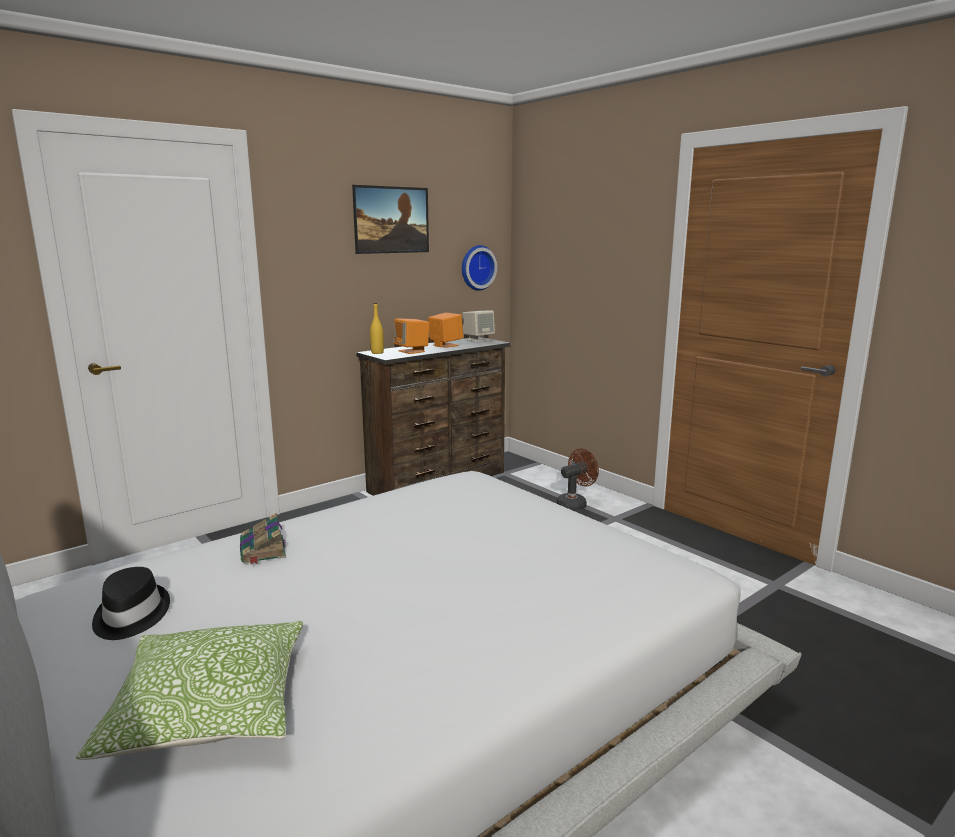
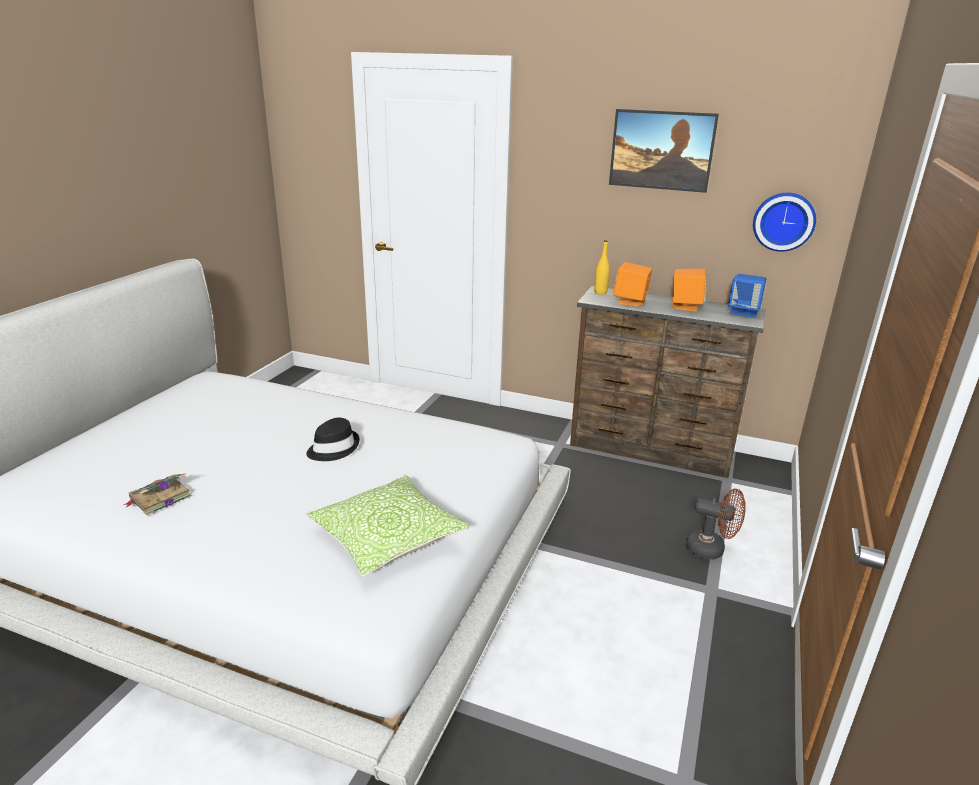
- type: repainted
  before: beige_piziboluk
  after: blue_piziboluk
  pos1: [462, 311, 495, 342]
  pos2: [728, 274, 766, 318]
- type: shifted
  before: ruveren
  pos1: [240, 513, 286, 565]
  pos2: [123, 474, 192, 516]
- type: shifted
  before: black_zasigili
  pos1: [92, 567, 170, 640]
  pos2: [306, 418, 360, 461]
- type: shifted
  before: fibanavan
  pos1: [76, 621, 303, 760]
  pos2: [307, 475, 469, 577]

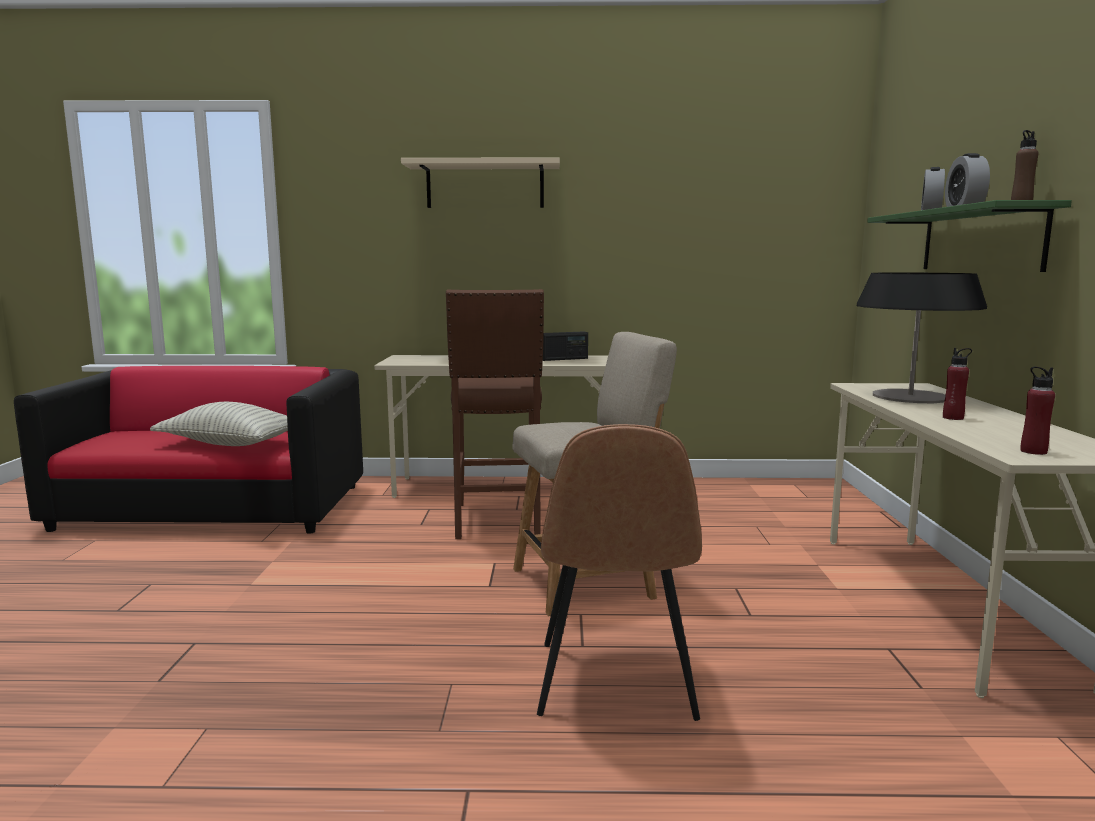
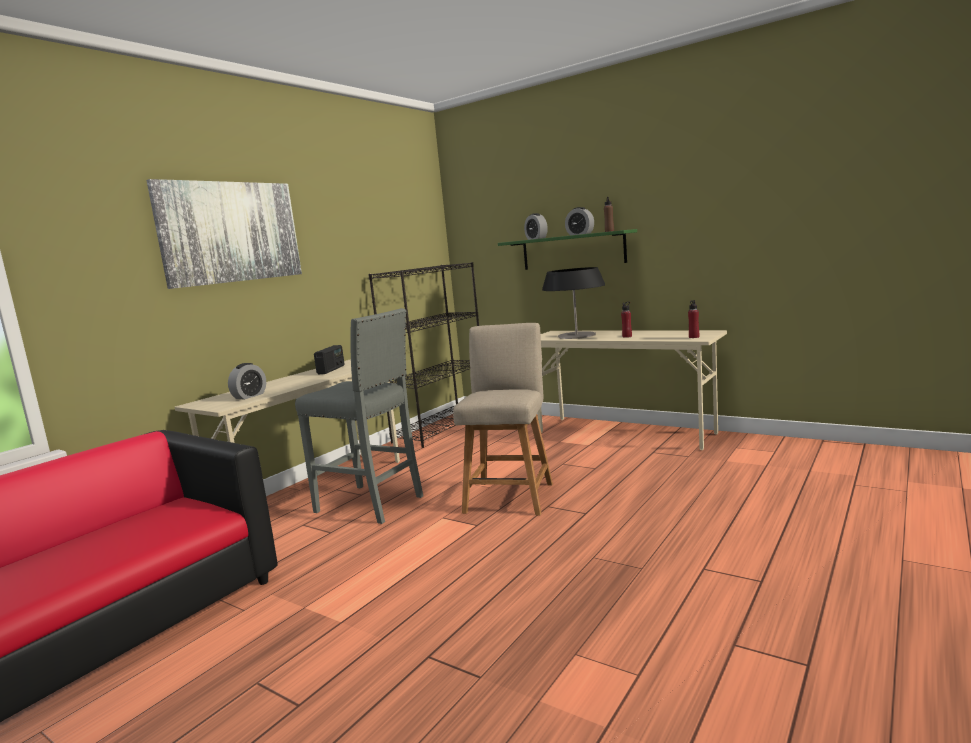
- type: swapped
  before: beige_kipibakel
  after: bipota
  pos1: [401, 157, 560, 208]
  pos2: [146, 179, 302, 289]
- type: repainted
  before: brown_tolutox
  after: grey_tolutox
  pos1: [446, 289, 544, 539]
  pos2: [295, 308, 423, 524]
- type: gone
  before: fibanavan
  pos1: [150, 402, 288, 446]
- type: gone
  before: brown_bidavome
  pos1: [537, 424, 702, 721]
- type: new
  after: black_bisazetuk
  pos2: [368, 262, 479, 448]
- type: new
  after: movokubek
  pos2: [228, 363, 266, 399]

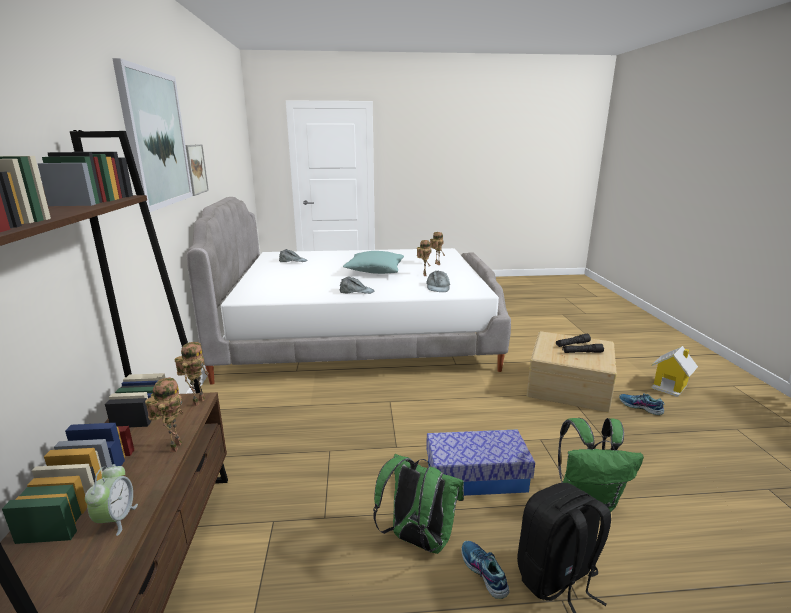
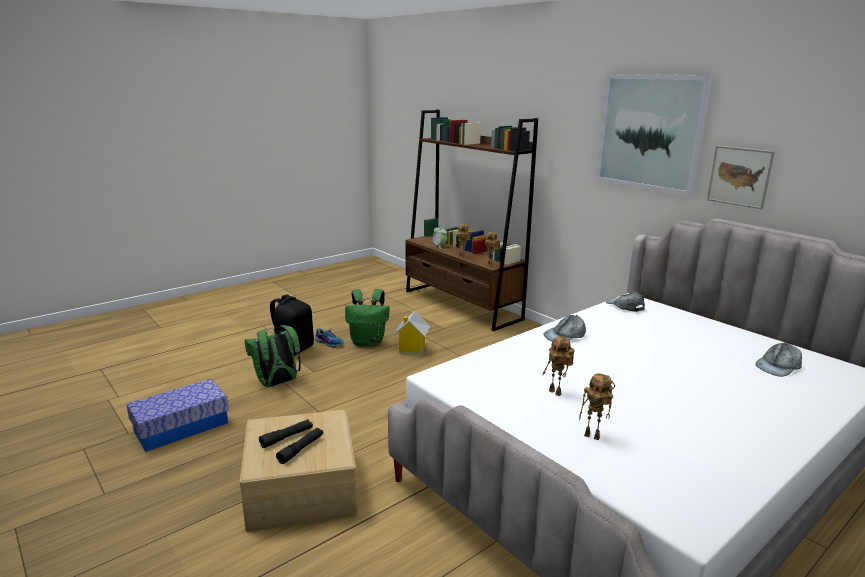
- type: gone
  before: turquoise_fibanavan
  pos1: [343, 251, 404, 274]
- type: shifted
  before: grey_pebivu
  pos1: [426, 271, 450, 292]
  pos2: [606, 292, 645, 312]
- type: shifted
  before: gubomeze
  pos1: [651, 346, 698, 397]
  pos2: [394, 311, 430, 355]
- type: gone
  before: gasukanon
  pos1: [619, 393, 665, 415]
- type: shifted
  before: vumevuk
  pos1: [426, 429, 535, 496]
  pos2: [126, 379, 229, 452]

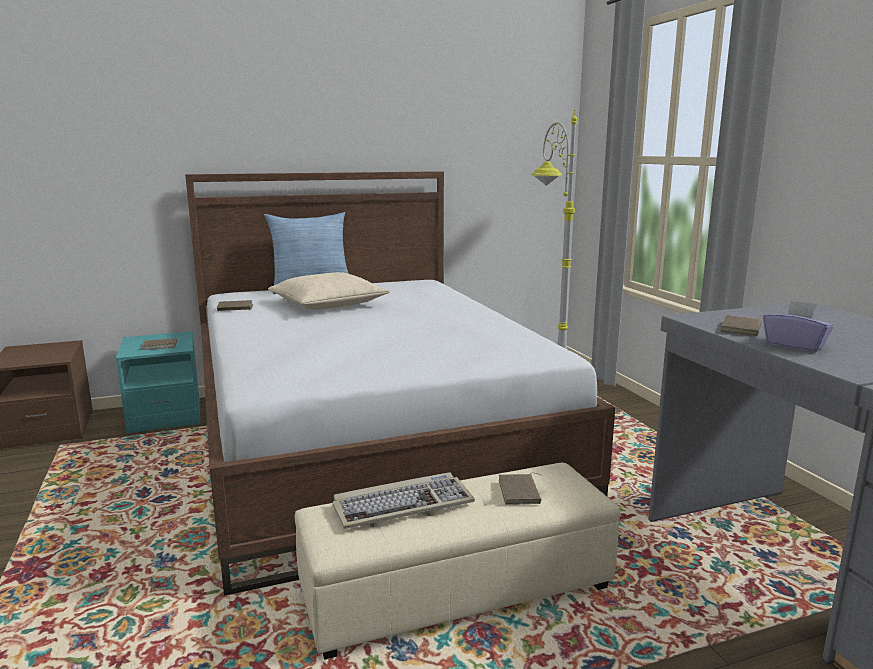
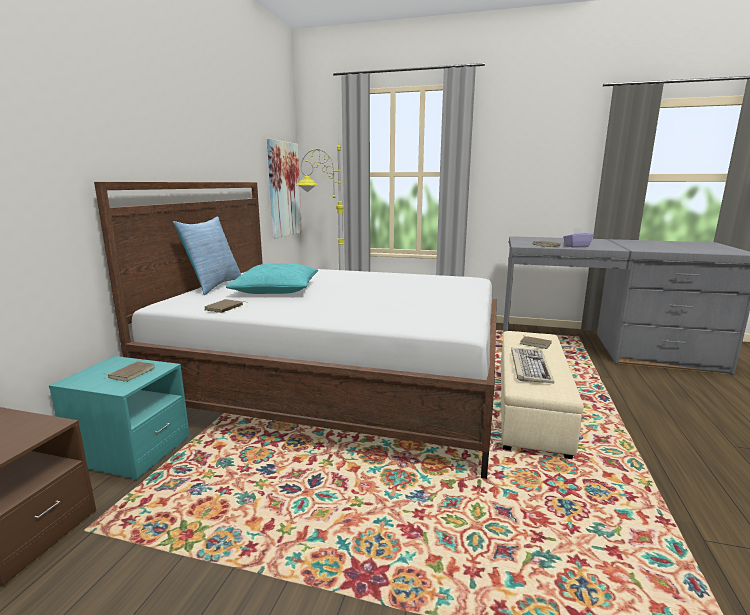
- type: repainted
  before: beige_fibanavan
  after: turquoise_fibanavan
  pos1: [268, 272, 390, 310]
  pos2: [226, 263, 318, 294]
- type: new
  after: bipota
  pos2: [267, 139, 302, 239]

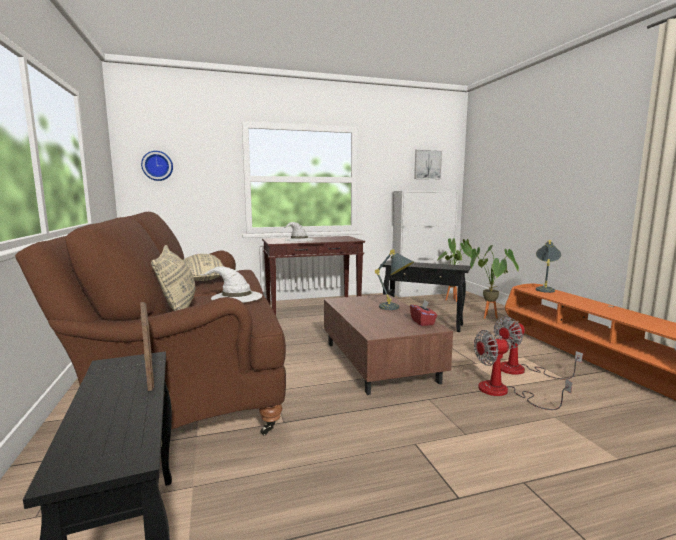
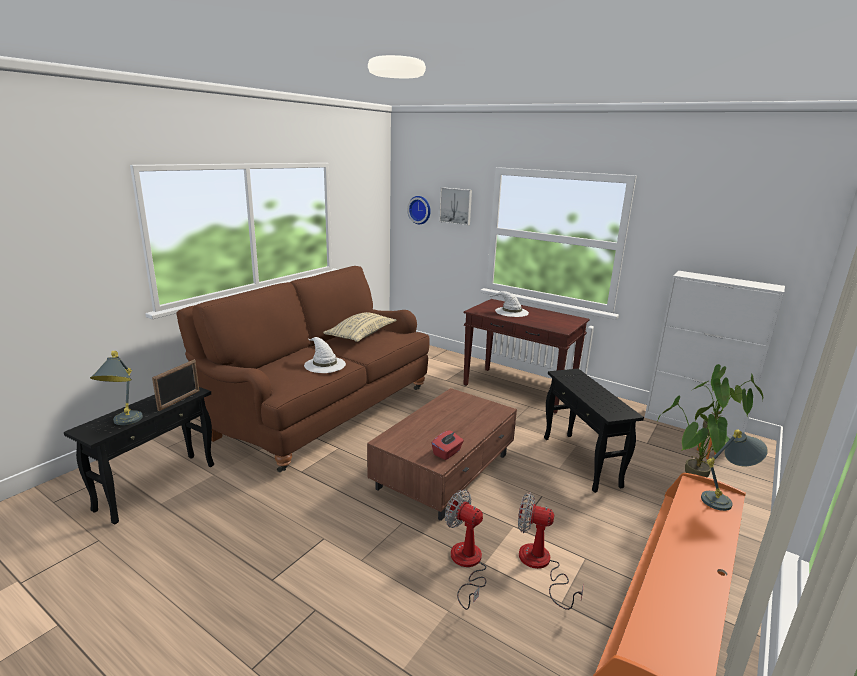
- type: shifted
  before: bipota
  pos1: [414, 150, 442, 179]
  pos2: [439, 187, 472, 226]
- type: gone
  before: beige_fibanavan
  pos1: [151, 245, 195, 311]
- type: shifted
  before: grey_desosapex
  pos1: [375, 249, 415, 310]
  pos2: [90, 351, 143, 425]

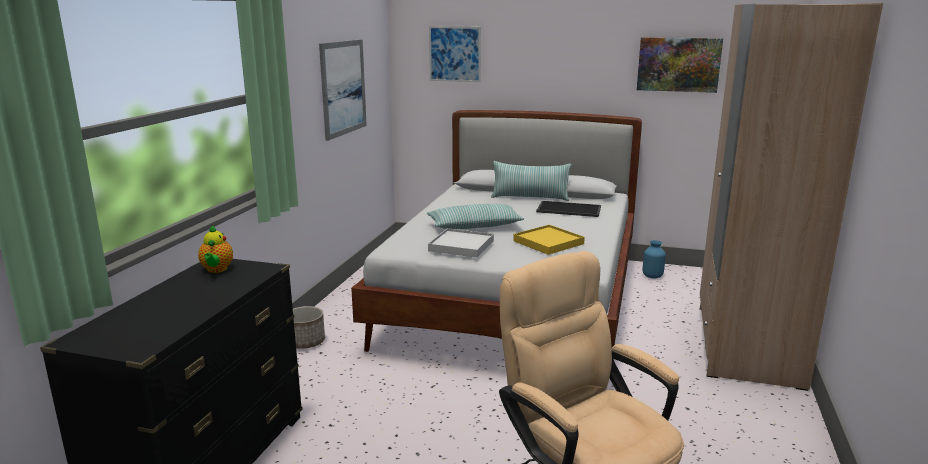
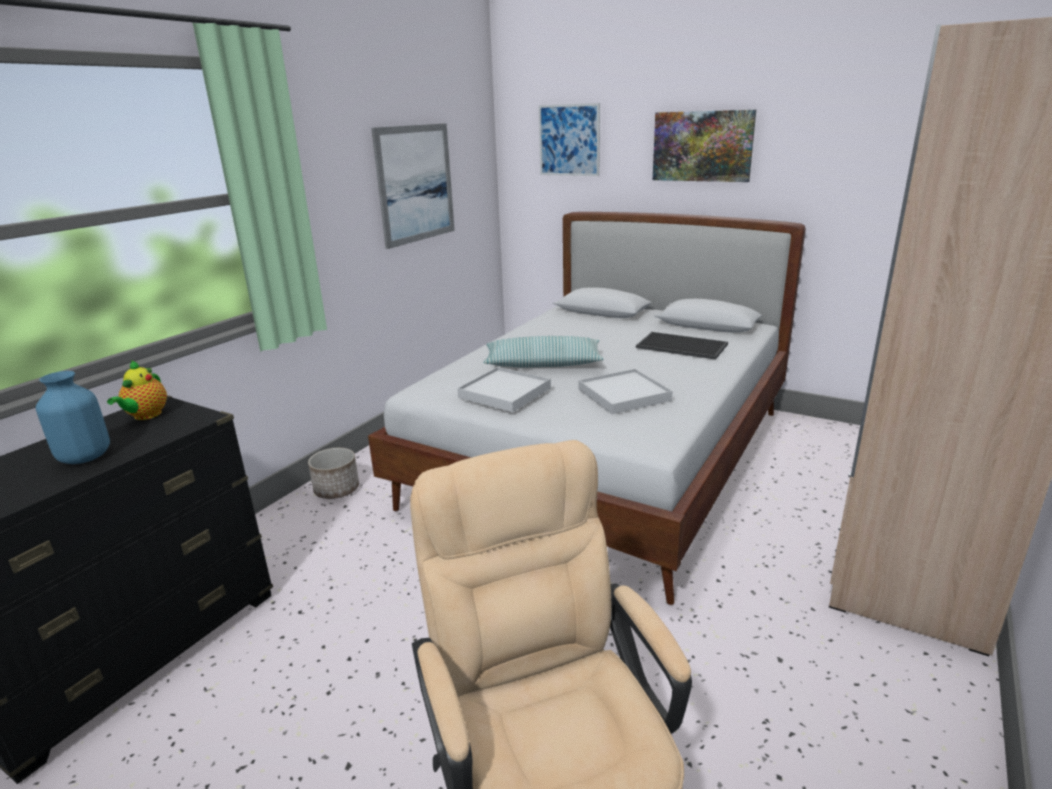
- type: shifted
  before: bipota
  pos1: [637, 37, 723, 93]
  pos2: [653, 110, 756, 182]
- type: gone
  before: fibanavan
  pos1: [491, 161, 572, 201]
- type: repainted
  before: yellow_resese
  after: white_resese
  pos1: [513, 225, 585, 255]
  pos2: [579, 369, 672, 414]
- type: shifted
  before: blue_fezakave
  pos1: [643, 240, 666, 278]
  pos2: [36, 371, 110, 464]

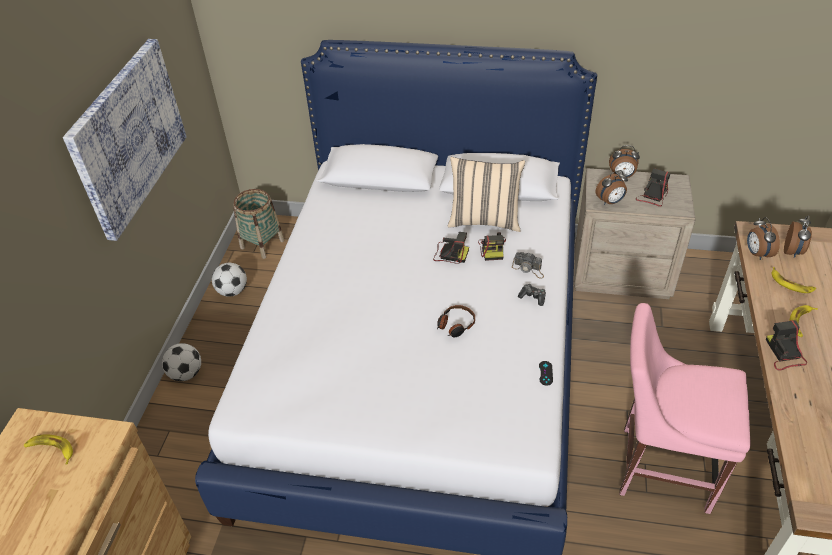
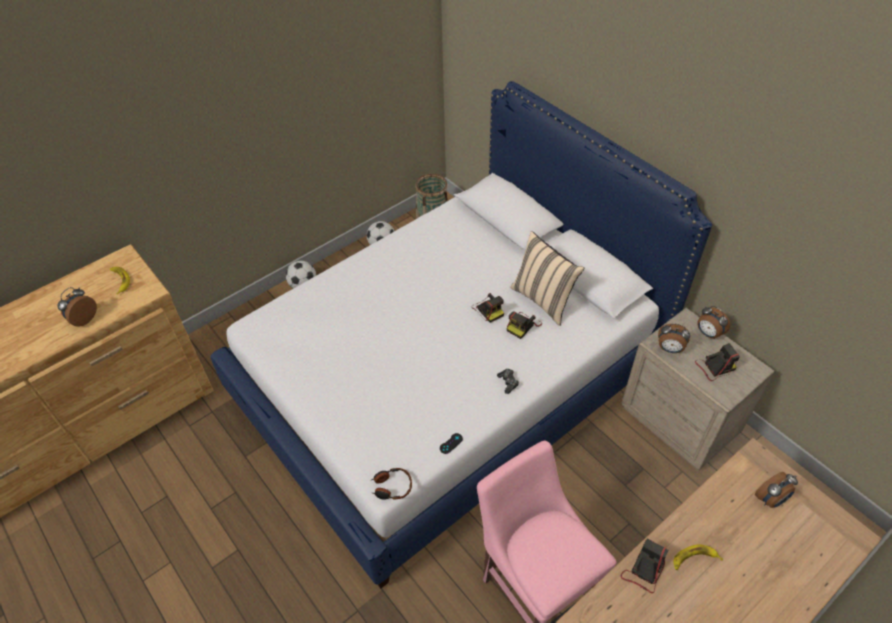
- type: gone
  before: bipota
  pos1: [63, 39, 187, 241]
- type: shifted
  before: movokubek
  pos1: [747, 217, 780, 260]
  pos2: [57, 287, 97, 327]
- type: gone
  before: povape
  pos1: [512, 252, 544, 278]
- type: gone
  before: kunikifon
  pos1: [772, 267, 816, 293]
- type: shifted
  before: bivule
  pos1: [437, 305, 475, 337]
  pos2: [370, 468, 412, 500]

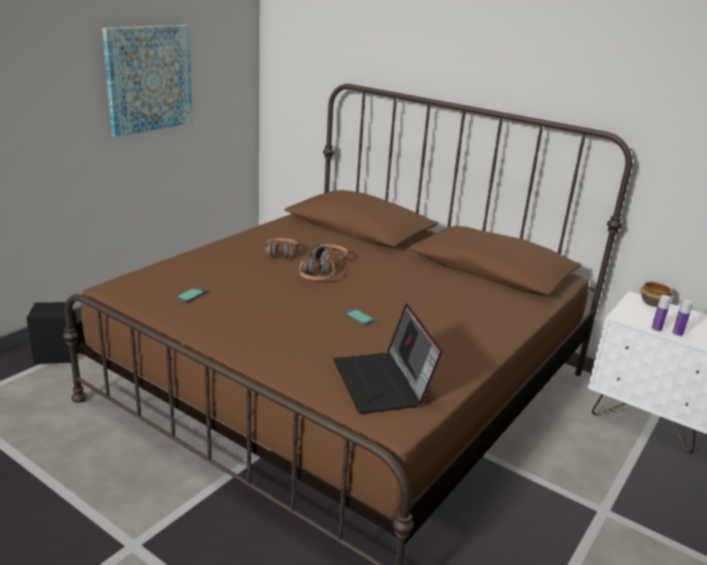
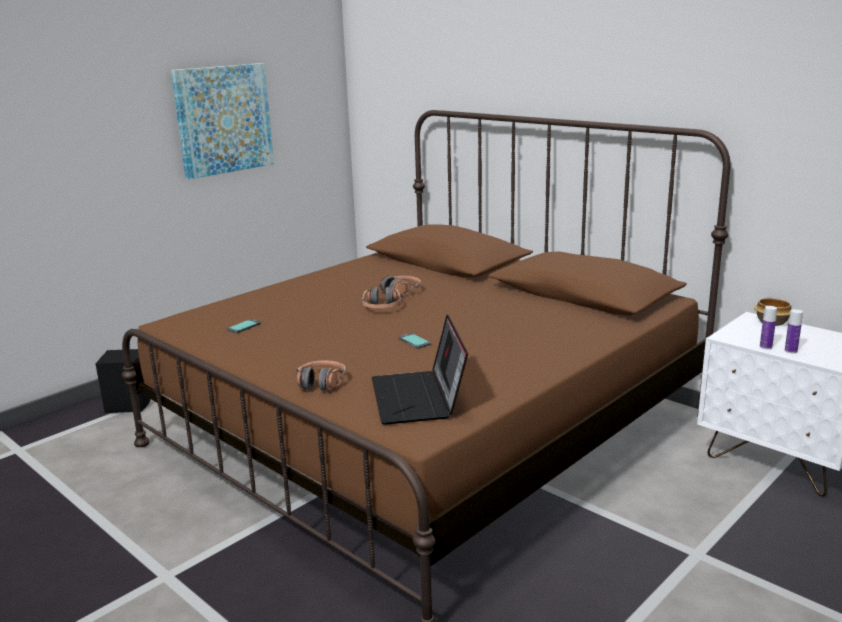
- type: shifted
  before: bivule
  pos1: [265, 238, 299, 259]
  pos2: [297, 360, 346, 392]

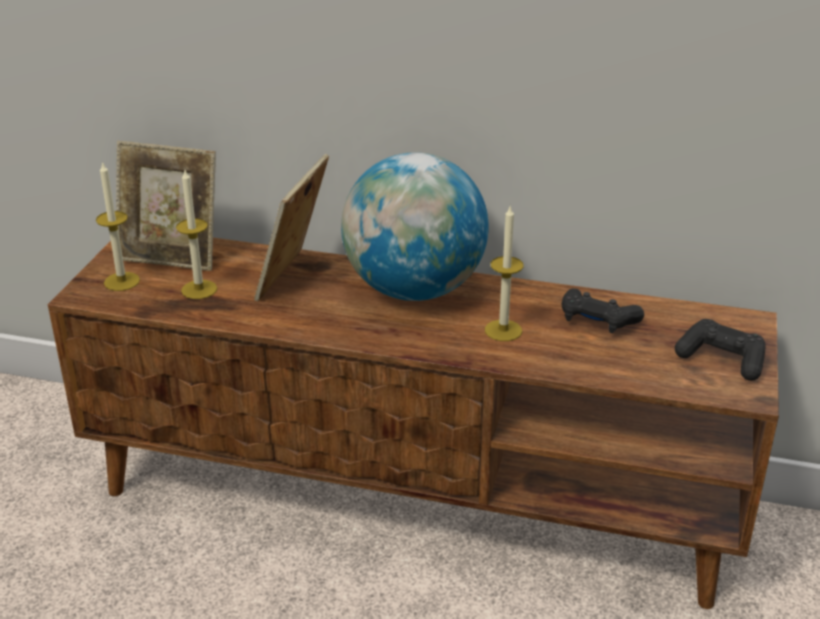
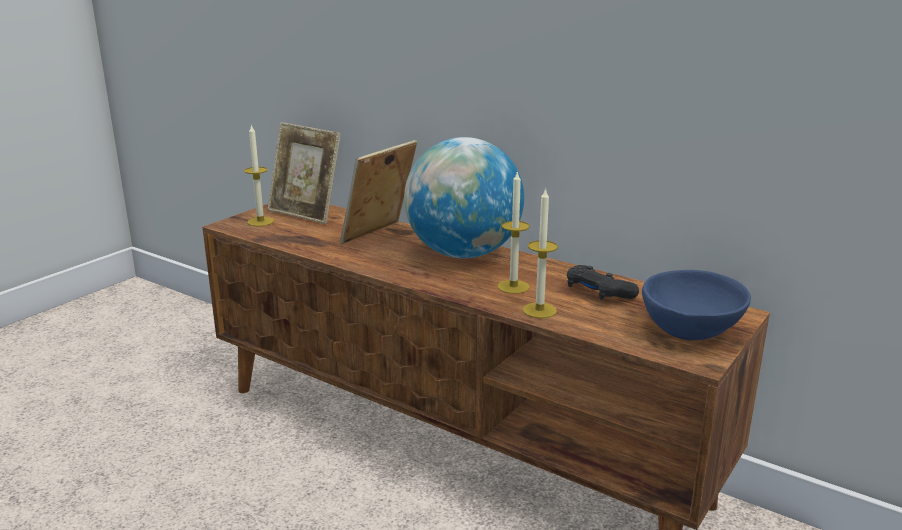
- type: shifted
  before: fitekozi
  pos1: [176, 170, 217, 299]
  pos2: [523, 188, 558, 318]
- type: swapped
  before: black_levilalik
  after: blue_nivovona
  pos1: [675, 319, 766, 381]
  pos2: [642, 270, 751, 340]

